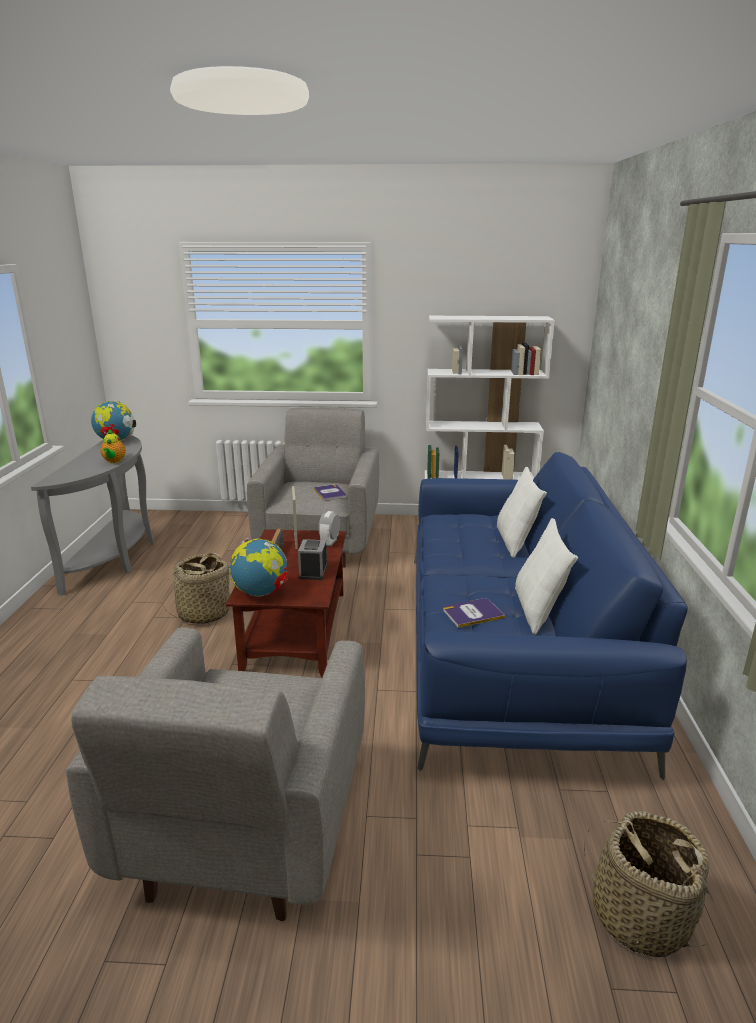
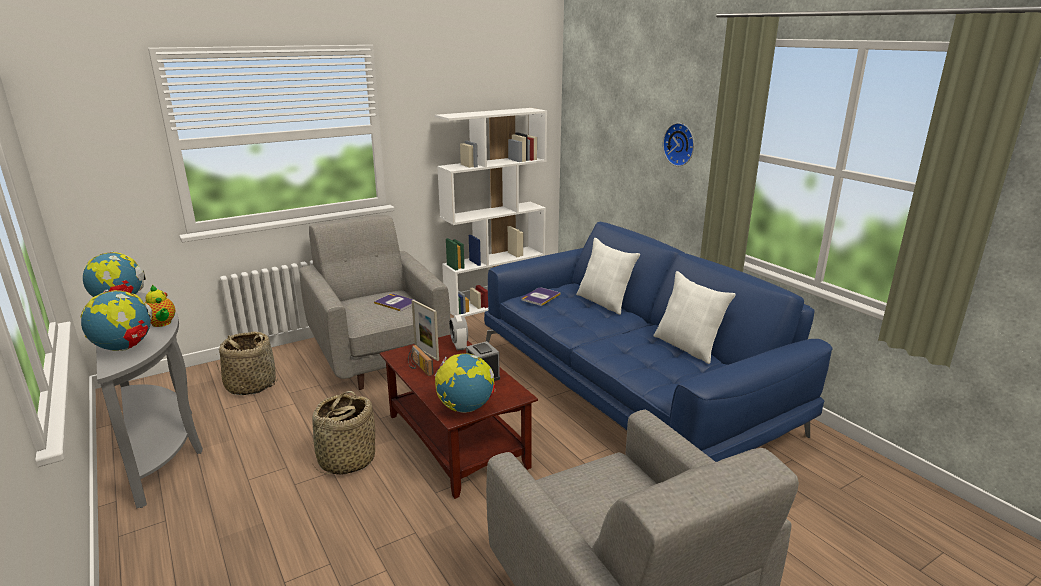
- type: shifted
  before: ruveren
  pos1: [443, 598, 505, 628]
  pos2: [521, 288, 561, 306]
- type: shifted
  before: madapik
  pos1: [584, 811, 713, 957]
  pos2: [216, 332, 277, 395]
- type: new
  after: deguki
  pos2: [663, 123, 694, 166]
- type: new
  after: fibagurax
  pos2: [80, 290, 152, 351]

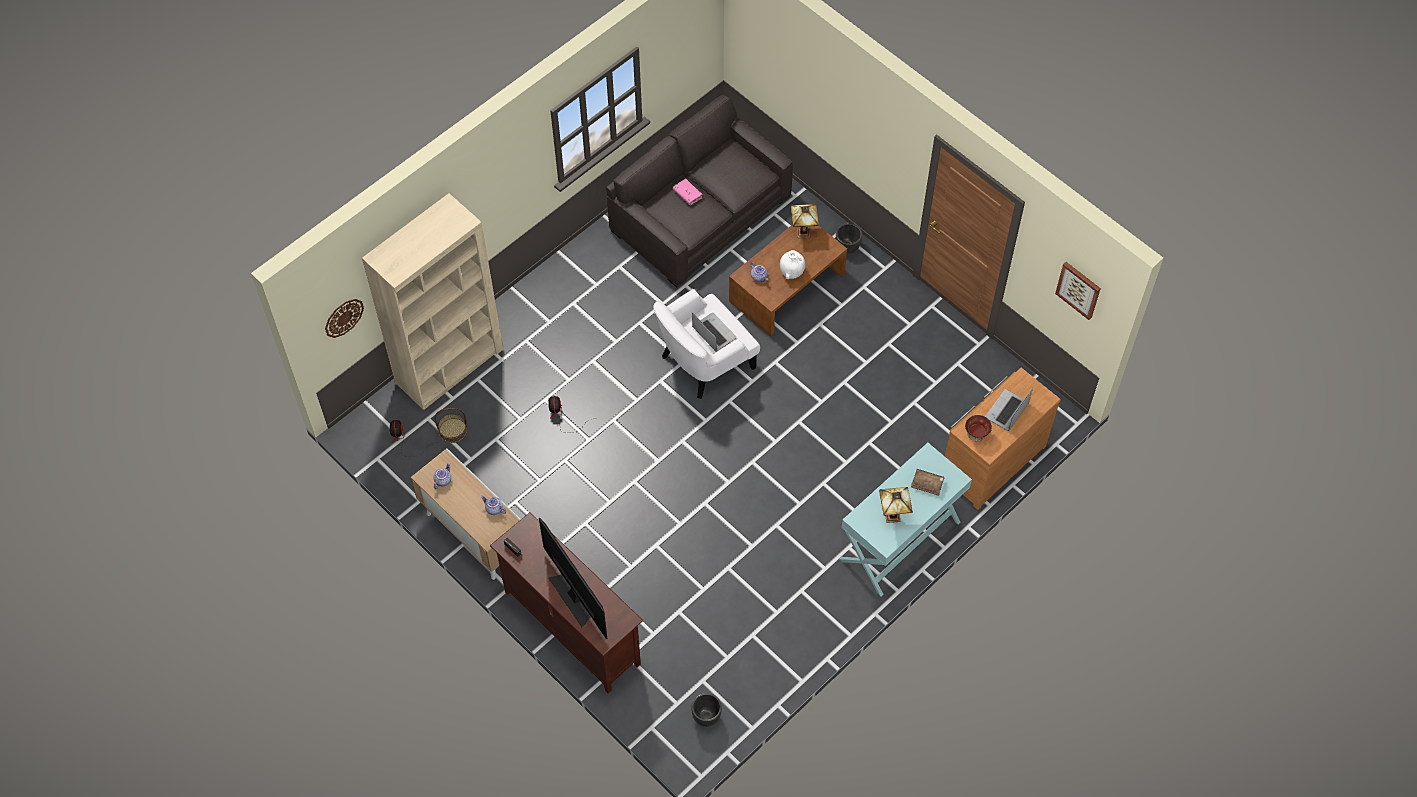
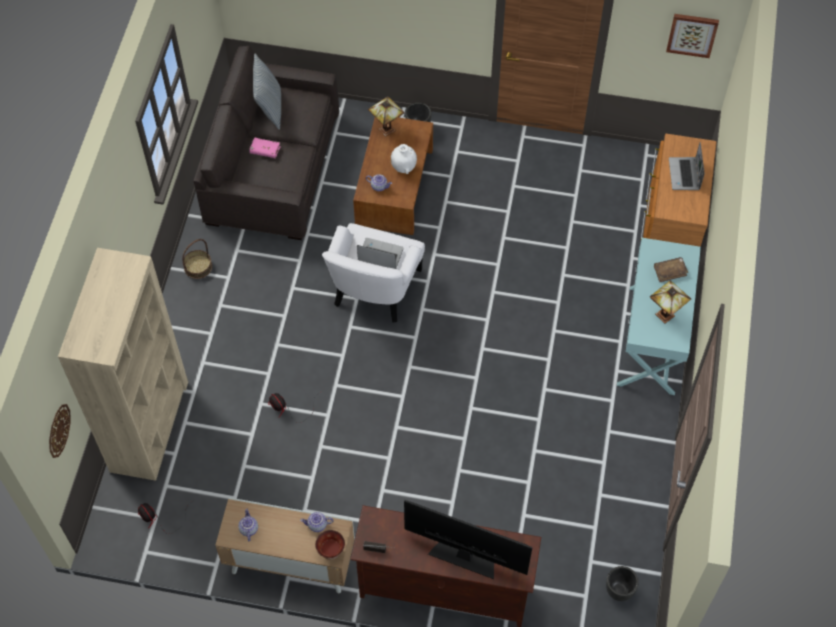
- type: shifted
  before: madapik
  pos1: [434, 408, 467, 443]
  pos2: [182, 239, 212, 279]
- type: shifted
  before: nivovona
  pos1: [965, 415, 992, 441]
  pos2: [315, 530, 345, 560]
- type: new
  after: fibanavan
  pos2: [253, 54, 281, 130]

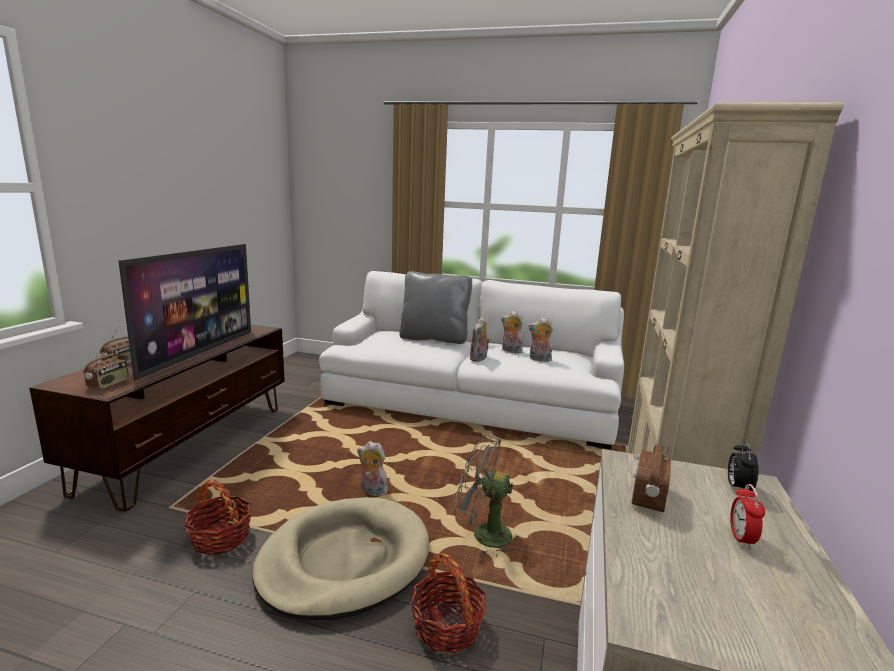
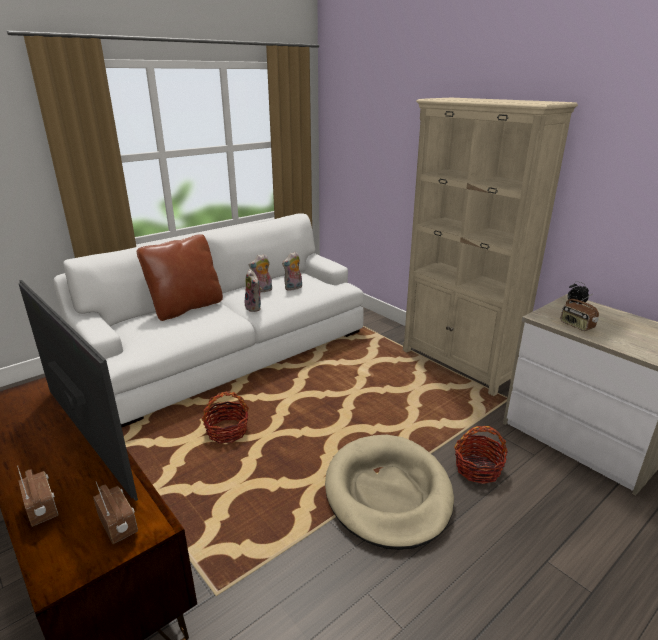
- type: repainted
  before: grey_fibanavan
  after: brown_fibanavan
  pos1: [399, 271, 472, 344]
  pos2: [137, 234, 223, 321]
- type: gone
  before: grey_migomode
  pos1: [455, 435, 516, 557]
- type: gone
  before: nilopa
  pos1: [357, 441, 388, 496]
- type: shifted
  before: madapik
  pos1: [184, 480, 251, 556]
  pos2: [201, 391, 249, 444]
- type: gone
  before: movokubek
  pos1: [730, 484, 765, 549]

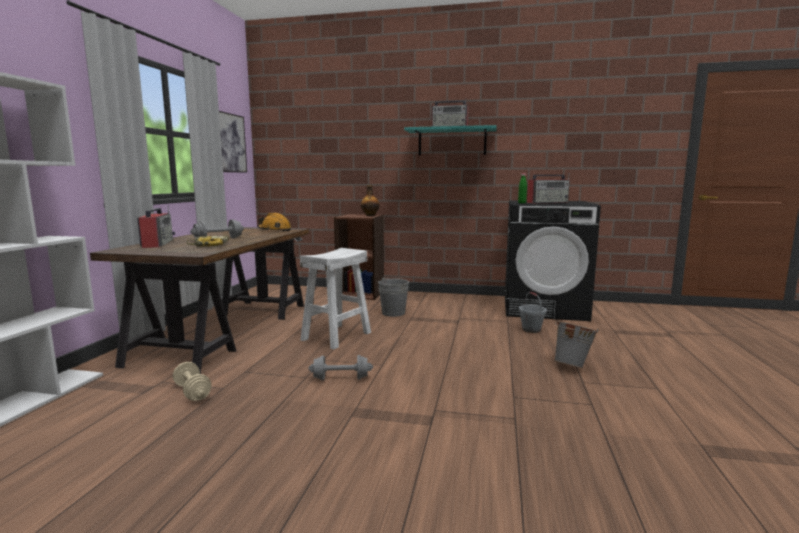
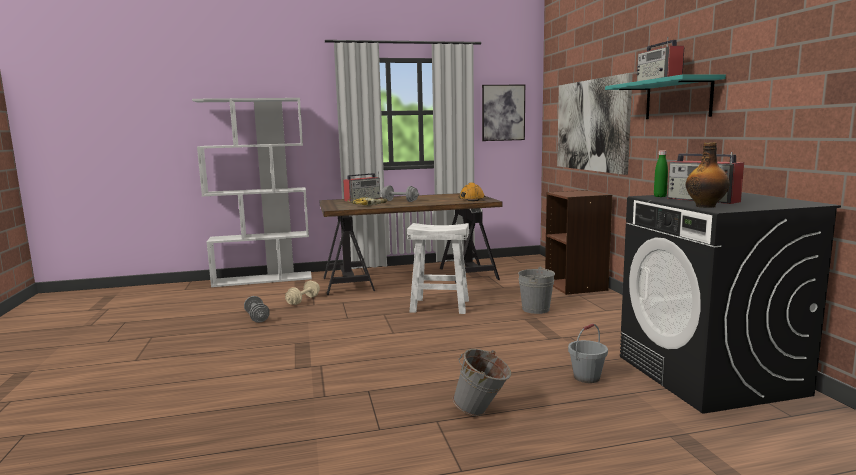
- type: shifted
  before: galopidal
  pos1: [361, 185, 380, 216]
  pos2: [686, 142, 730, 208]
- type: shifted
  before: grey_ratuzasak
  pos1: [308, 355, 373, 380]
  pos2: [244, 296, 270, 323]
- type: new
  after: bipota
  pos2: [557, 73, 633, 175]

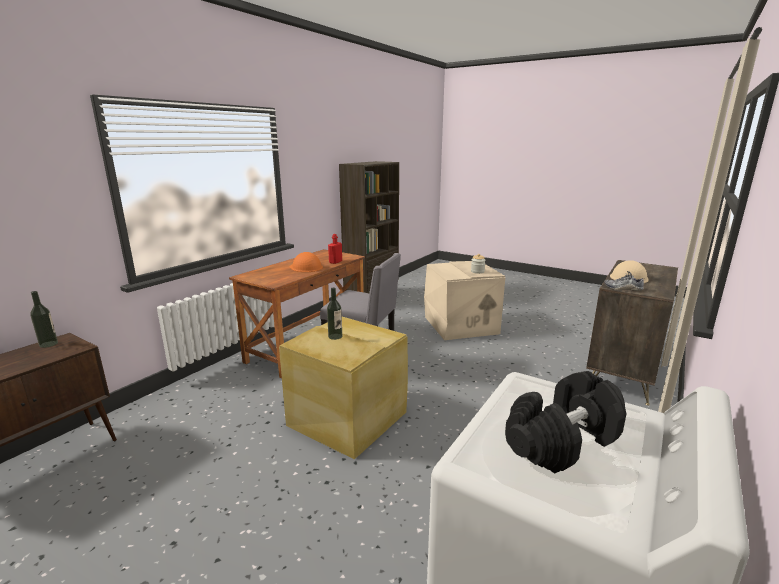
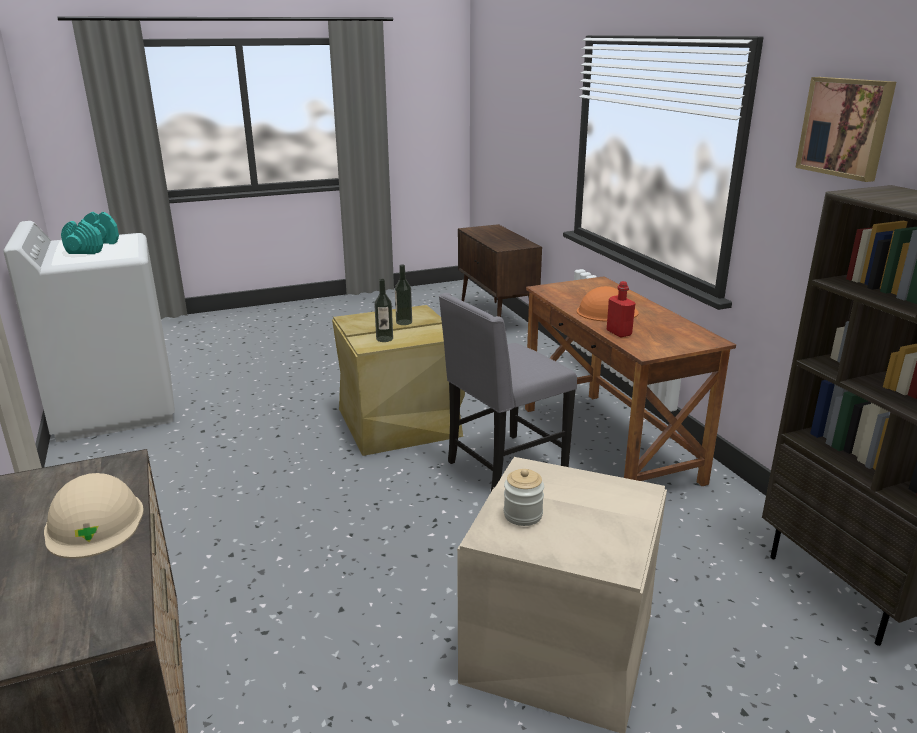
- type: gone
  before: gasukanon
  pos1: [604, 271, 644, 291]
- type: shifted
  before: galopidal
  pos1: [30, 291, 58, 348]
  pos2: [374, 279, 393, 342]
- type: repainted
  before: black_ratuzasak
  after: turquoise_ratuzasak
  pos1: [505, 371, 627, 474]
  pos2: [61, 212, 119, 254]
- type: new
  after: bipota
  pos2: [795, 77, 896, 182]

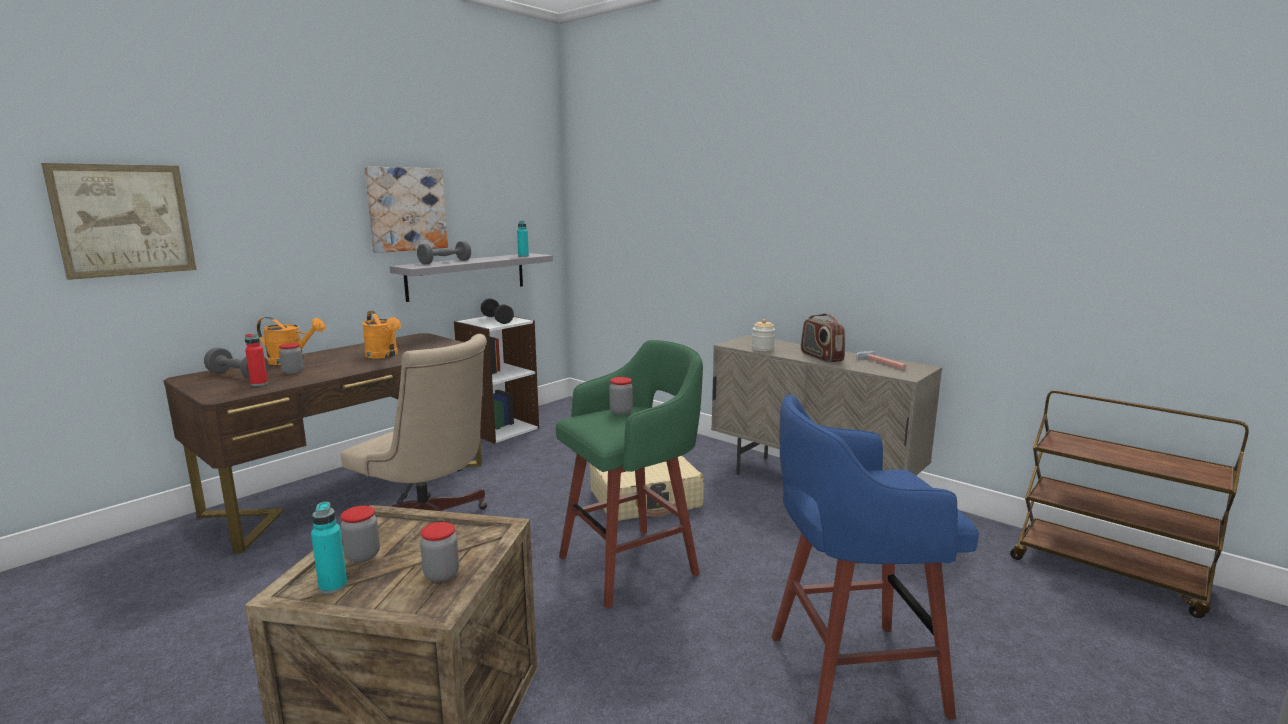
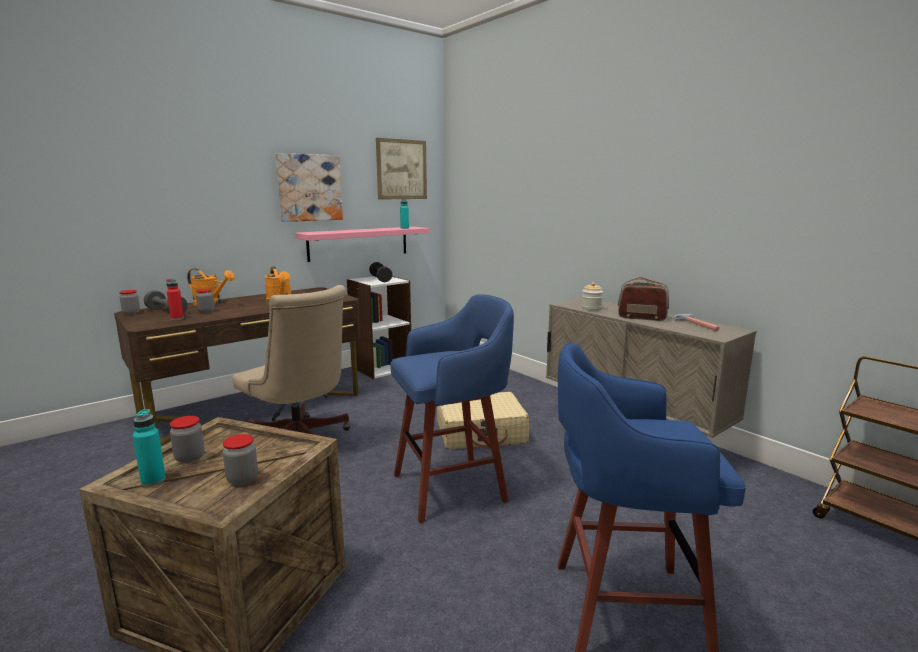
- type: shifted
  before: bipota
  pos1: [41, 163, 197, 280]
  pos2: [376, 138, 427, 200]
- type: gone
  before: grey_ratuzasak
  pos1: [417, 241, 471, 265]
- type: repainted
  before: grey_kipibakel
  after: pink_kipibakel
  pos1: [390, 253, 553, 302]
  pos2: [295, 227, 430, 262]
- type: rotated
  before: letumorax
  pos1: [801, 313, 845, 363]
  pos2: [618, 277, 669, 321]
  turn: 120
- type: repainted
  before: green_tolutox
  after: blue_tolutox
  pos1: [556, 340, 703, 609]
  pos2: [390, 294, 514, 523]
- type: shifted
  before: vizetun
  pos1: [609, 377, 633, 414]
  pos2: [119, 290, 140, 315]

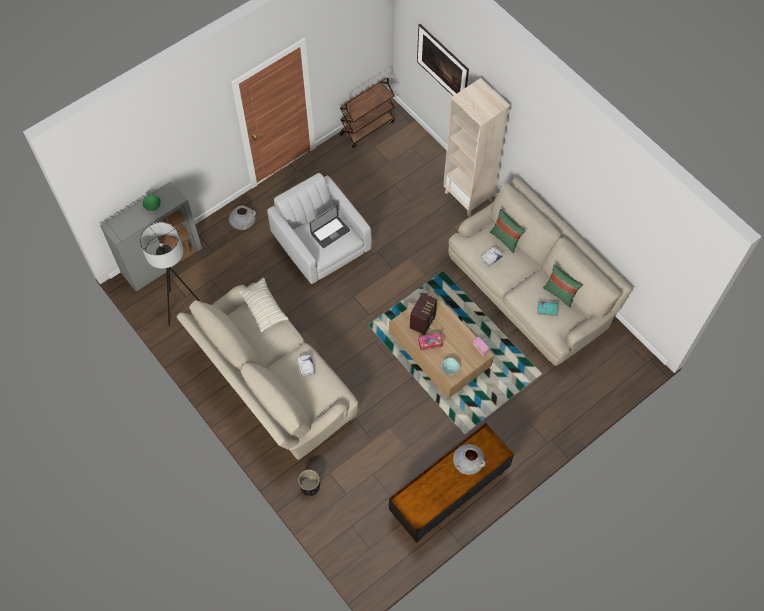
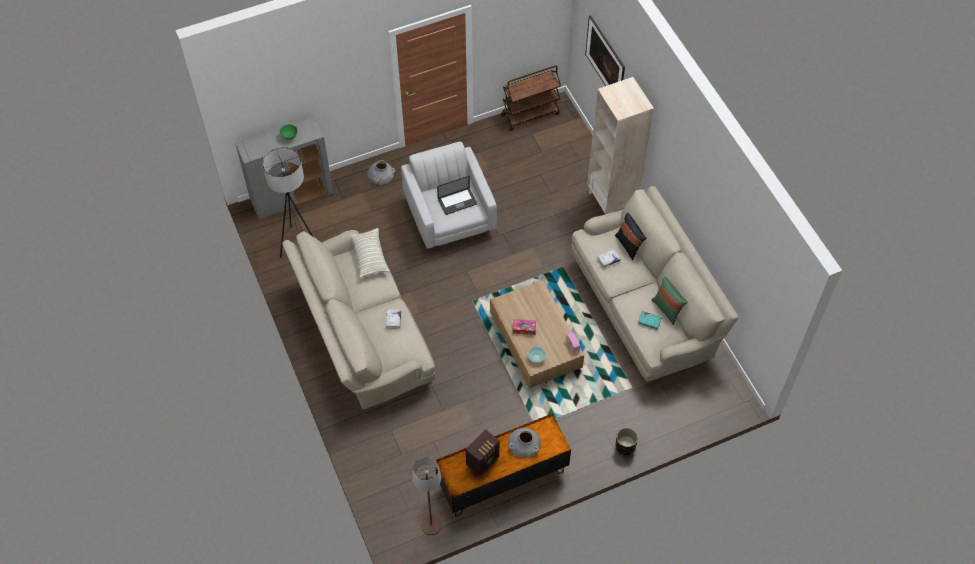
- type: repainted
  before: green_fibanavan
  after: black_fibanavan
  pos1: [490, 209, 526, 253]
  pos2: [615, 212, 646, 260]
- type: shifted
  before: letumorax
  pos1: [410, 293, 437, 335]
  pos2: [466, 429, 499, 476]
- type: shifted
  before: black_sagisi
  pos1: [298, 470, 320, 496]
  pos2: [615, 427, 638, 455]
- type: new
  after: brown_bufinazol
  pos2: [412, 457, 442, 535]

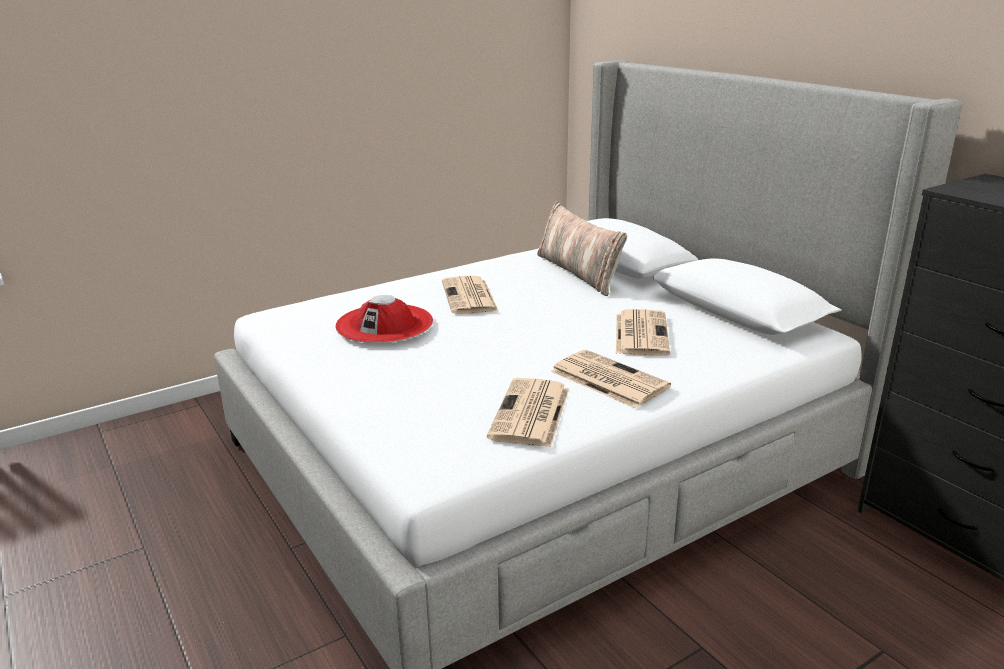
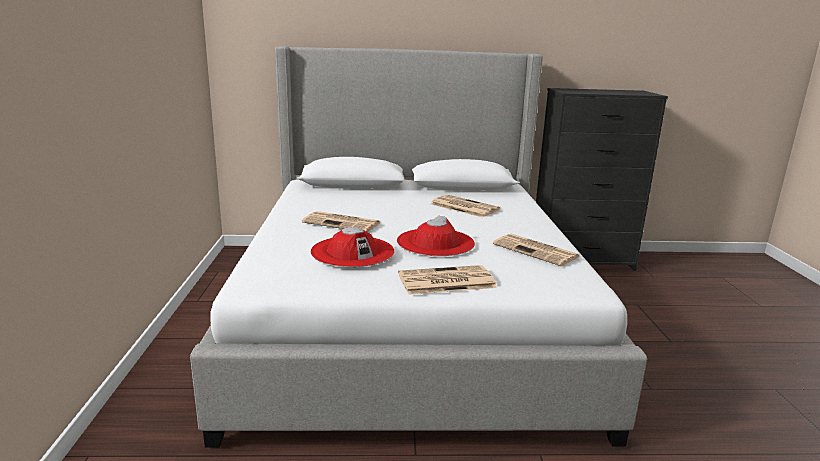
- type: gone
  before: fibanavan
  pos1: [537, 201, 627, 296]
- type: shifted
  before: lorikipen
  pos1: [550, 350, 671, 408]
  pos2: [398, 265, 497, 295]
- type: new
  after: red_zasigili
  pos2: [397, 216, 475, 256]

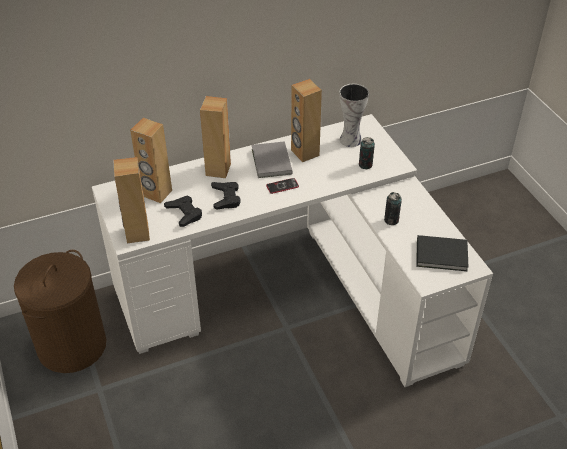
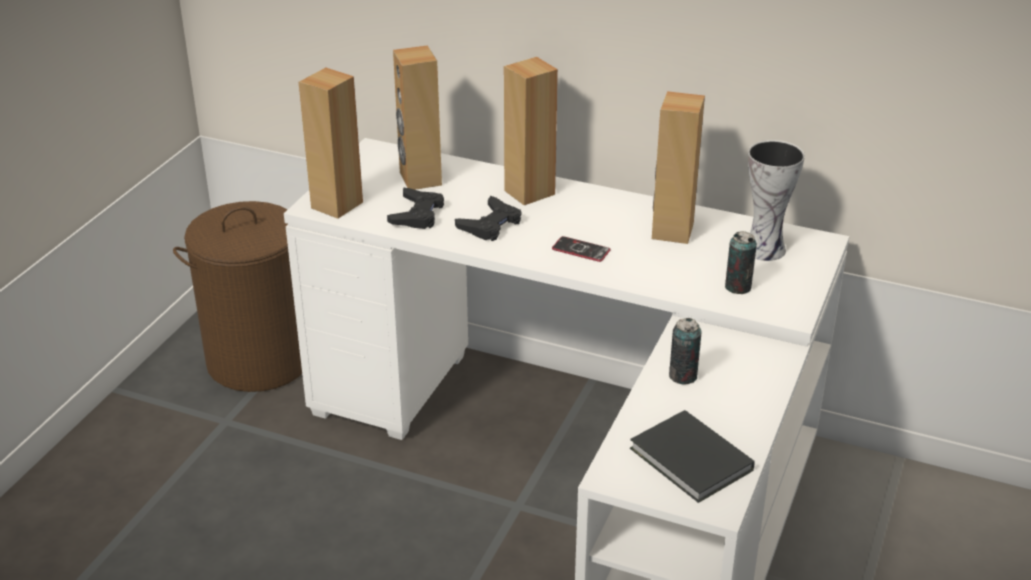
- type: gone
  before: grey_ruveren
  pos1: [252, 141, 292, 178]

